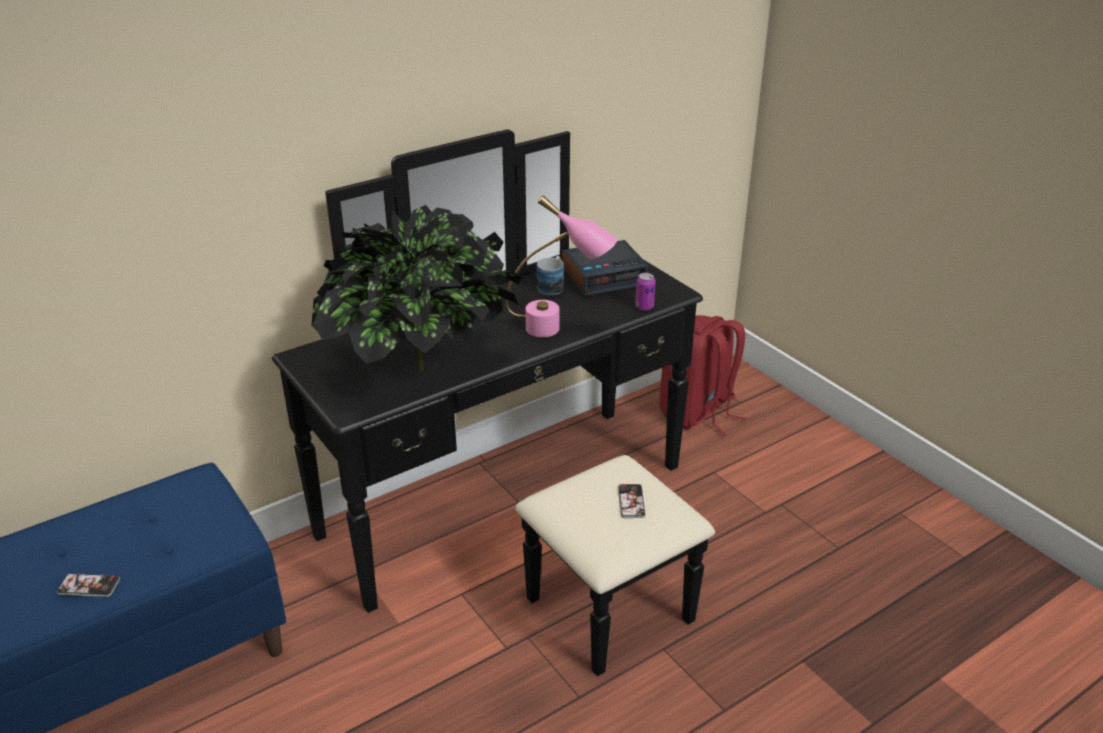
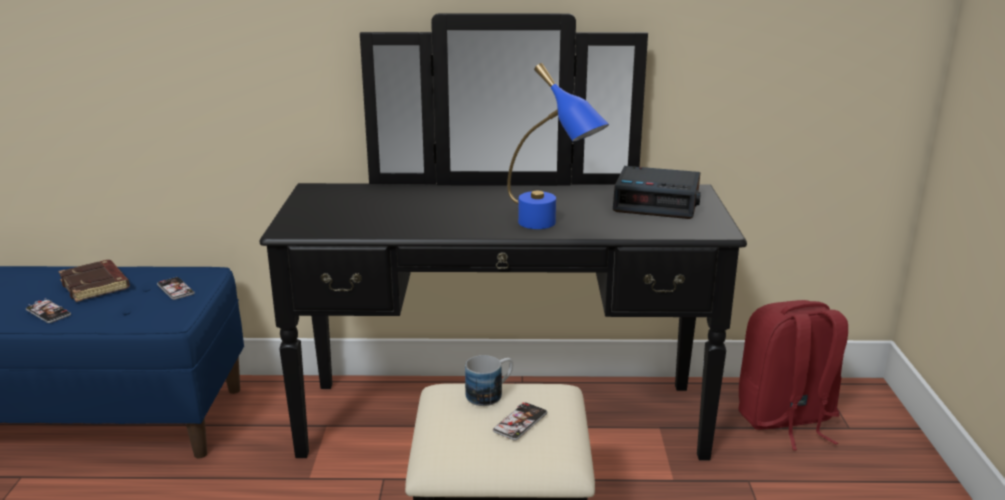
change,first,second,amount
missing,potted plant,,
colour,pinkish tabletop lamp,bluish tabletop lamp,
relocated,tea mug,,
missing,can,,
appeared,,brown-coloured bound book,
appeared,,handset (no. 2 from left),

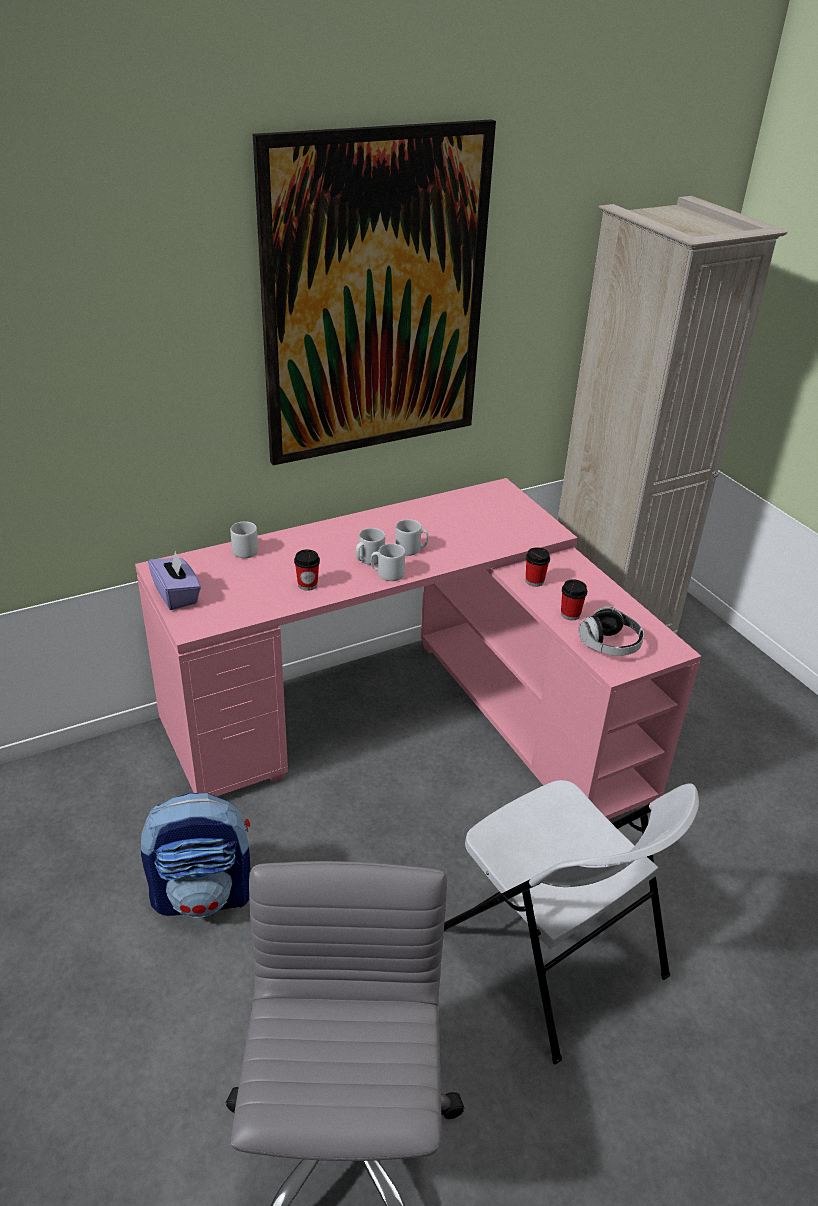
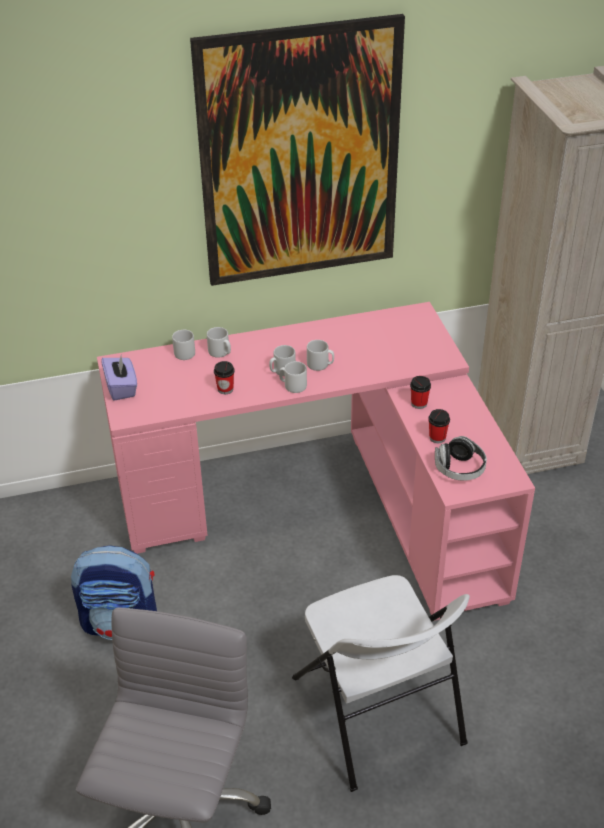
change,first,second,amount
appeared,,gray tea mug (no. 2 from left),

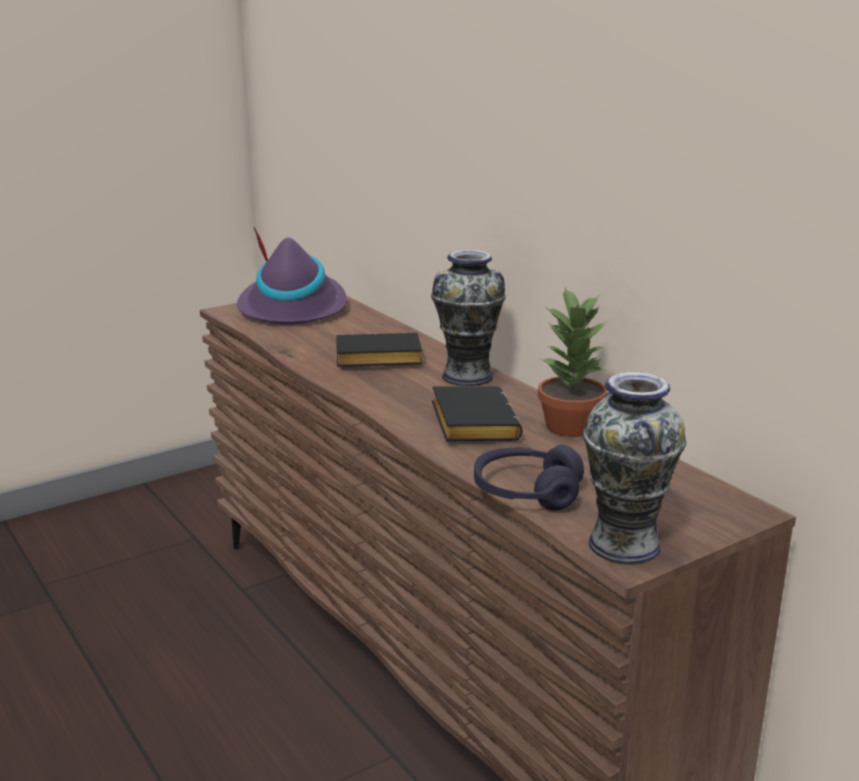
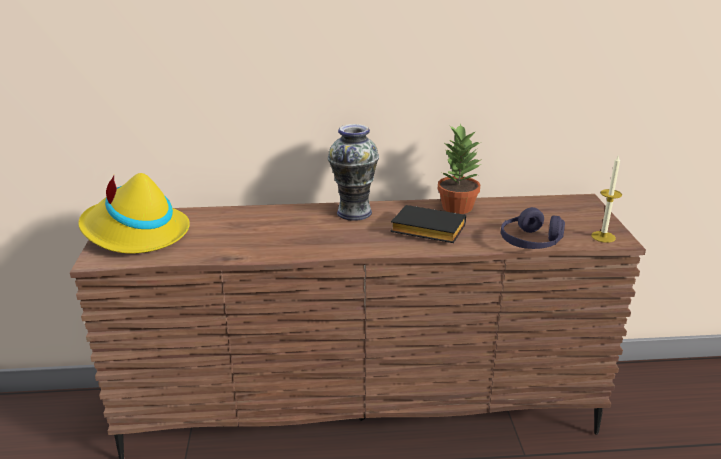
change,first,second,amount
colour,purple-coloured clothing hat,yellowish clothing hat,
missing,black bound book (no. 1 from left),,
exchanged,flower vase (no. 2 from left),wax candle,

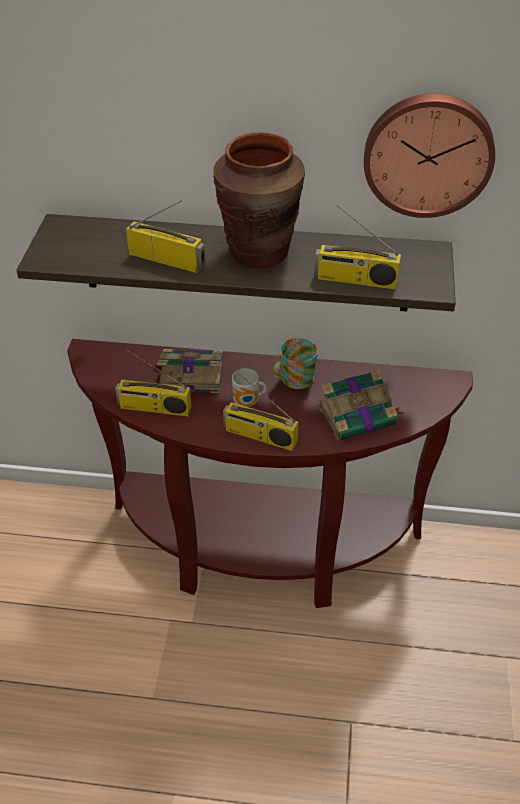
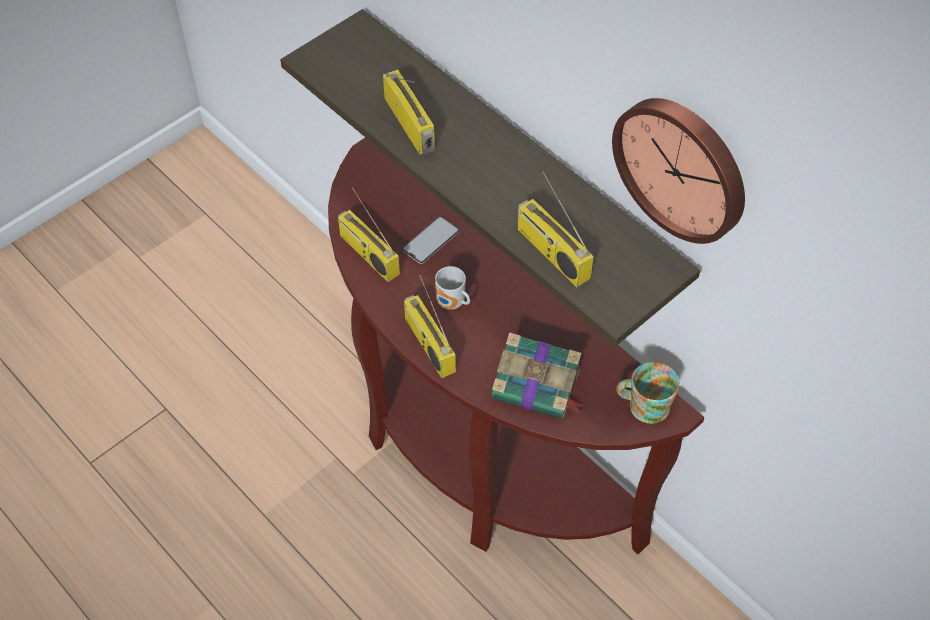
change,first,second,amount
exchanged,bound book (no. 1 from left),handset,
missing,brown-coloured flower vase,,
relocated,tea mug (no. 2 from left),,

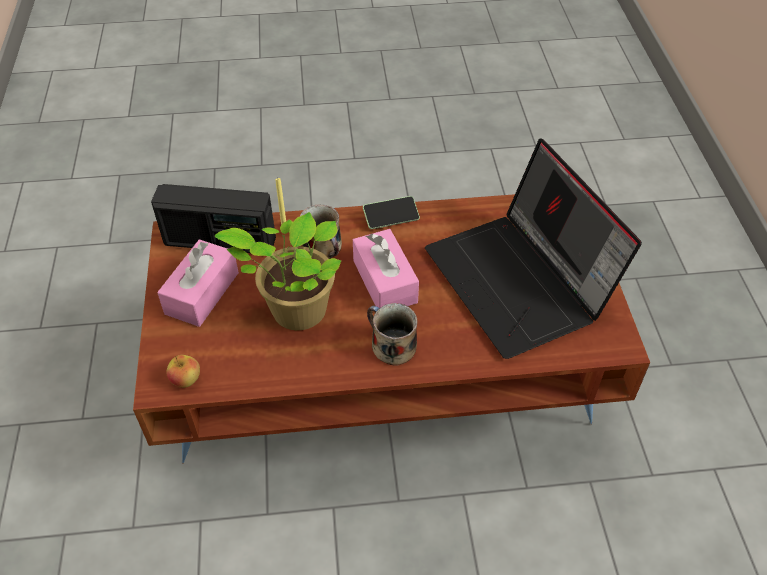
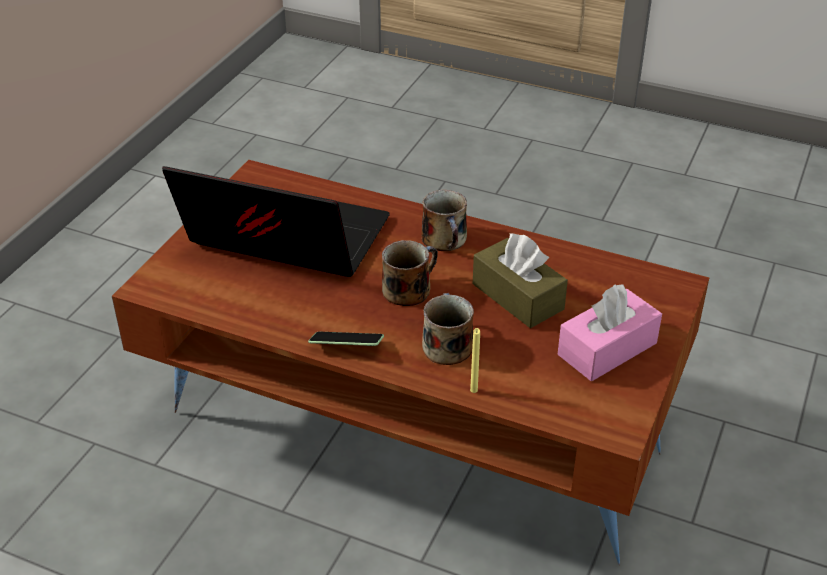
change,first,second,amount
missing,radio,,
missing,whole apple,,
exchanged,potted plant,brown-coloured box of tissues,
exchanged,pinkish box of tissues (no. 2 from left),tea mug (no. 1 from left),
spun,laptop,,75 degrees counterclockwise

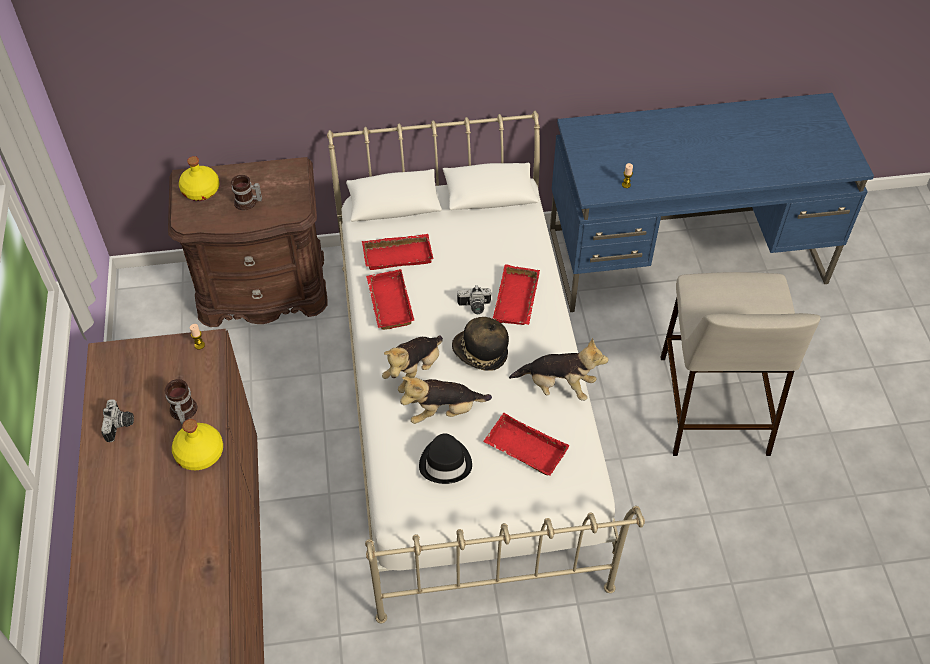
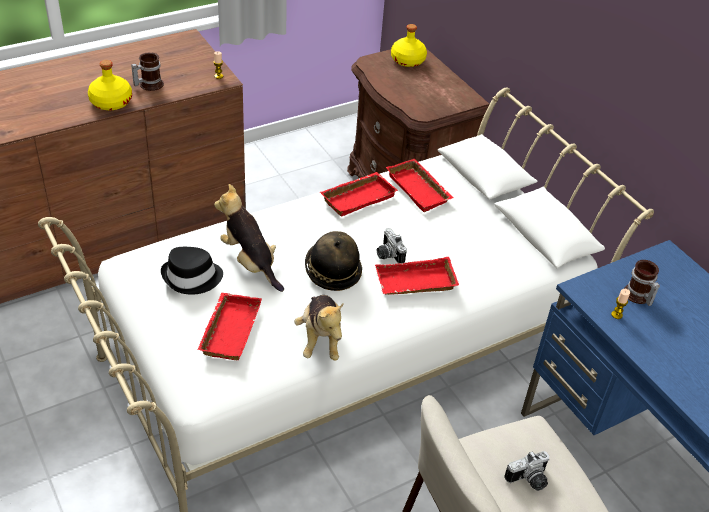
change,first,second,amount
relocated,still camera (no. 1 from left in the first image),still camera (no. 2 from left),
relocated,tea mug (no. 2 from left),,
missing,plush toy (no. 1 from left),,

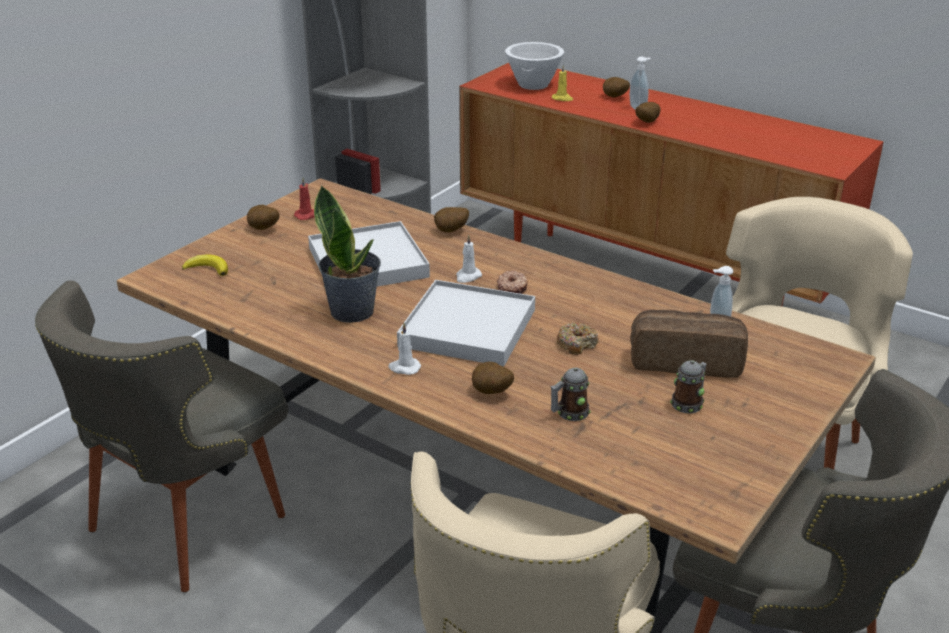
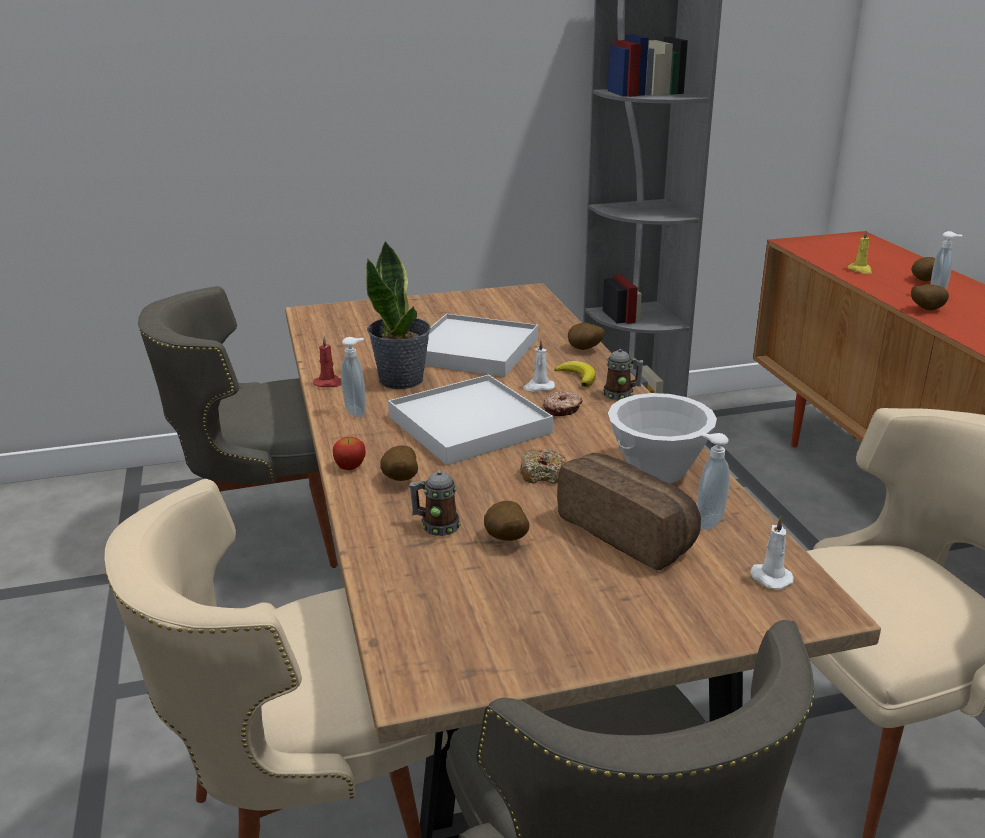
change,first,second,amount
relocated,banana fruit,,
relocated,spud (no. 1 from left in the first image),spud (no. 2 from left),
relocated,red-coloured wax candle,,
relocated,white wax candle (no. 1 from left in the first image),white wax candle (no. 2 from left),
relocated,white deep dish,,
relocated,tea mug (no. 2 from left),,
appeared,,whole apple,
appeared,,soap dispenser (no. 1 from left),

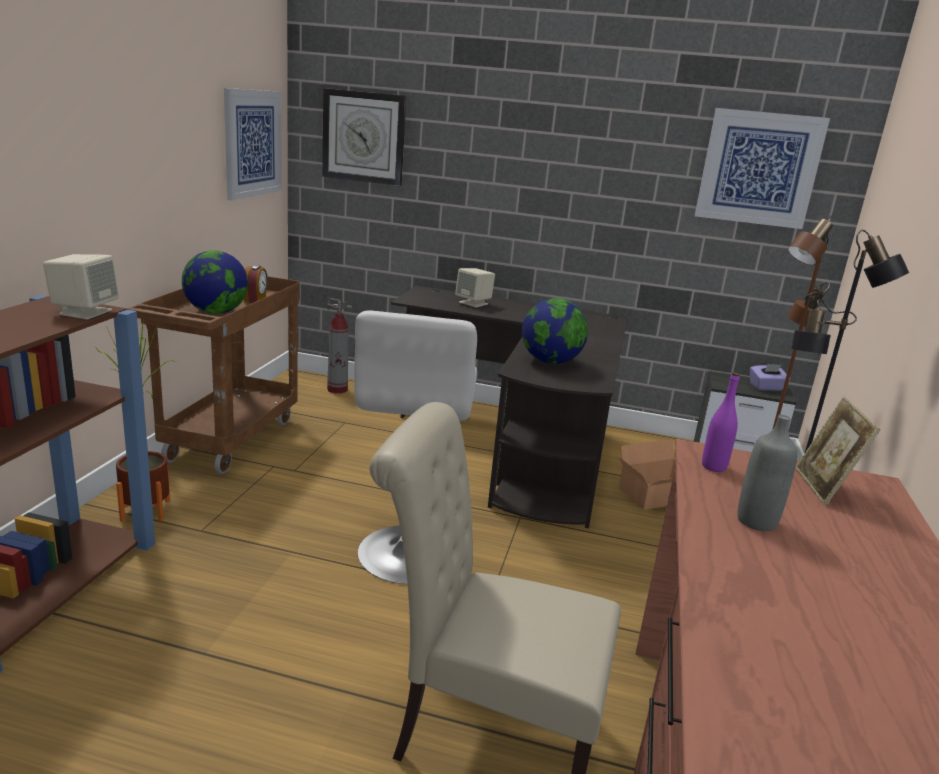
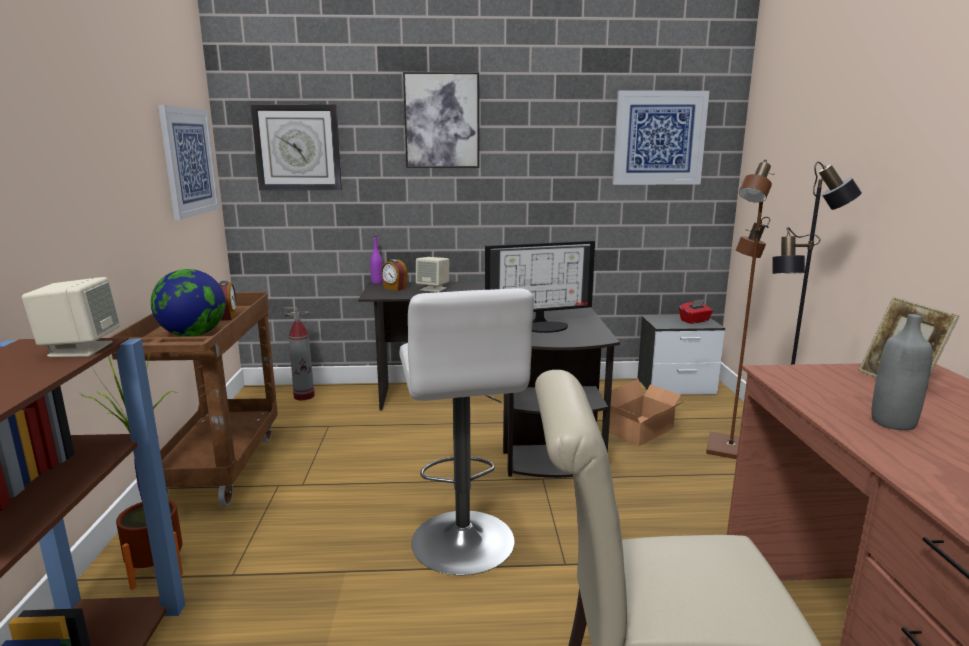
change,first,second,amount
exchanged,globe (no. 2 from left),computer screen,
relocated,purple-coloured drink bottle,,
colour,purple-coloured box of tissues,red-coloured box of tissues,
appeared,,bedside clock (no. 2 from left),
appeared,,wall art (no. 2 from left),

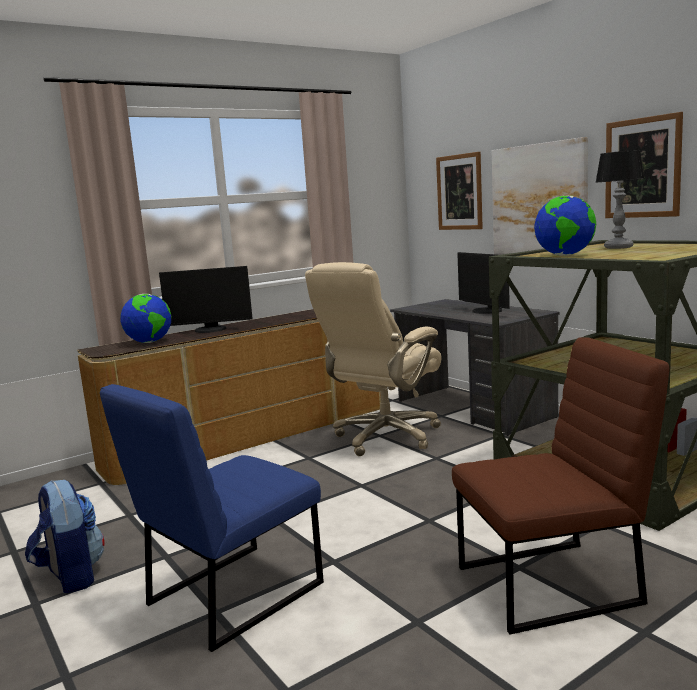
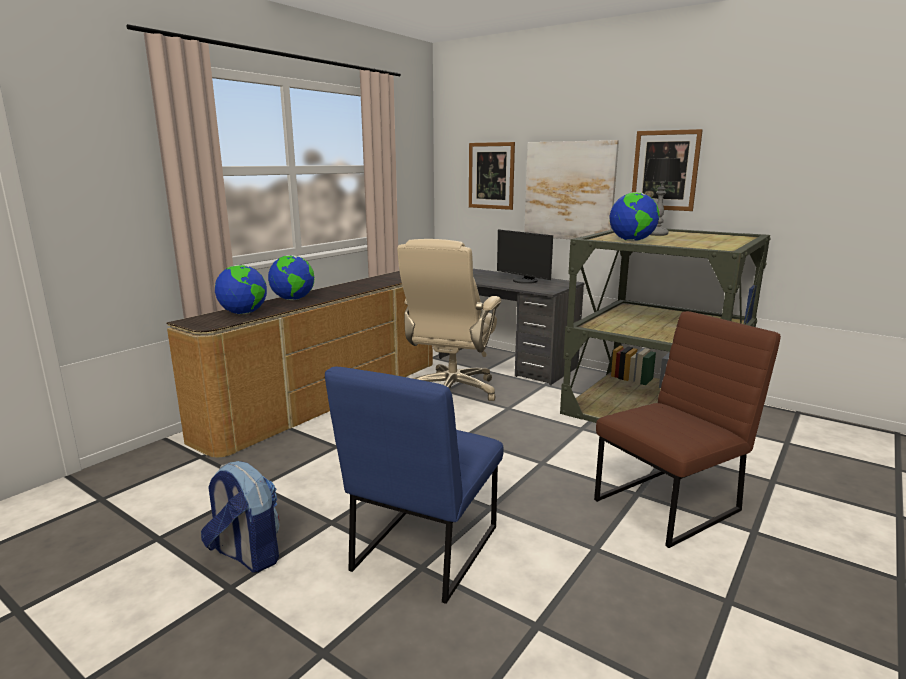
change,first,second,amount
exchanged,computer screen (no. 1 from left),globe (no. 2 from left),

